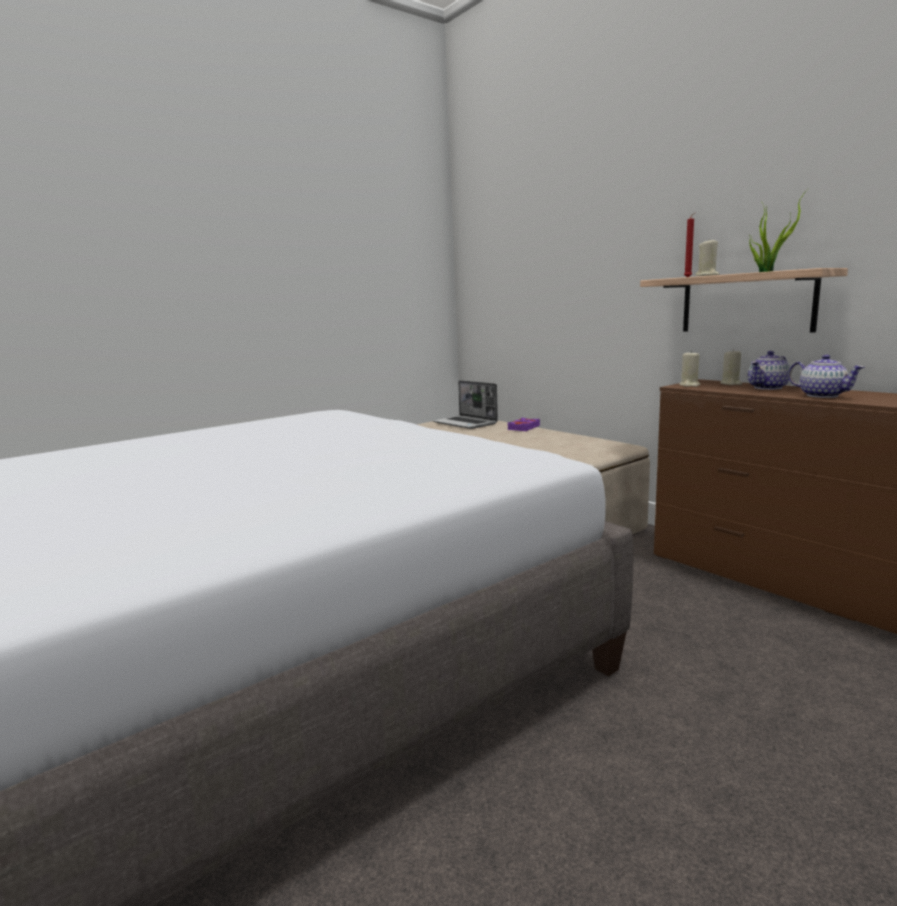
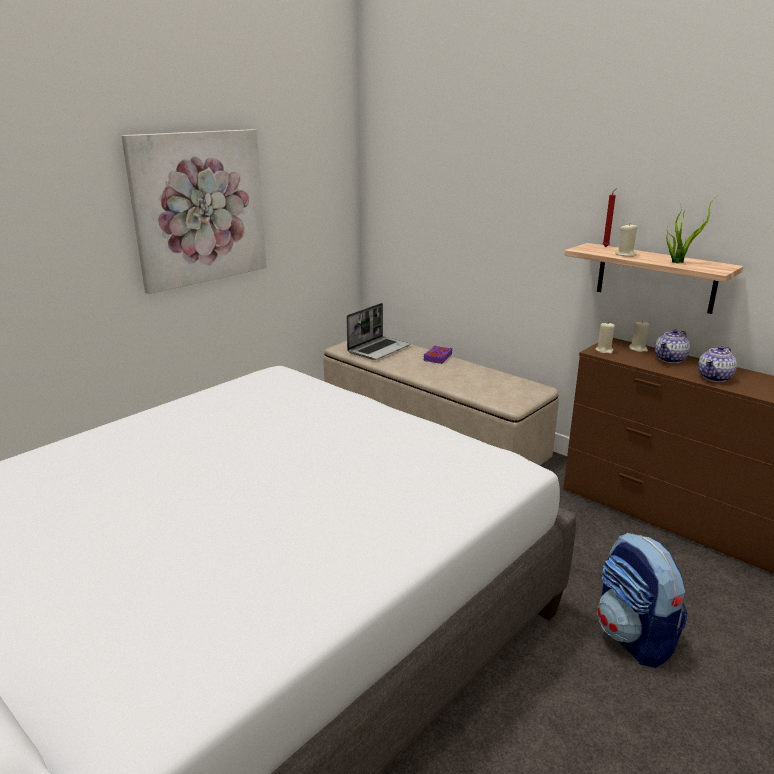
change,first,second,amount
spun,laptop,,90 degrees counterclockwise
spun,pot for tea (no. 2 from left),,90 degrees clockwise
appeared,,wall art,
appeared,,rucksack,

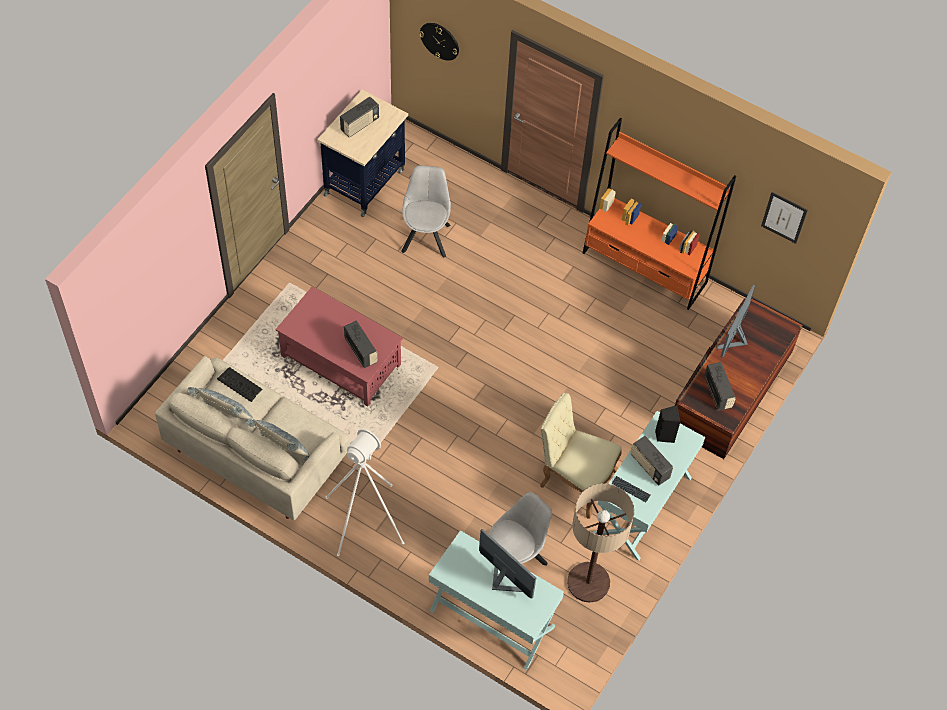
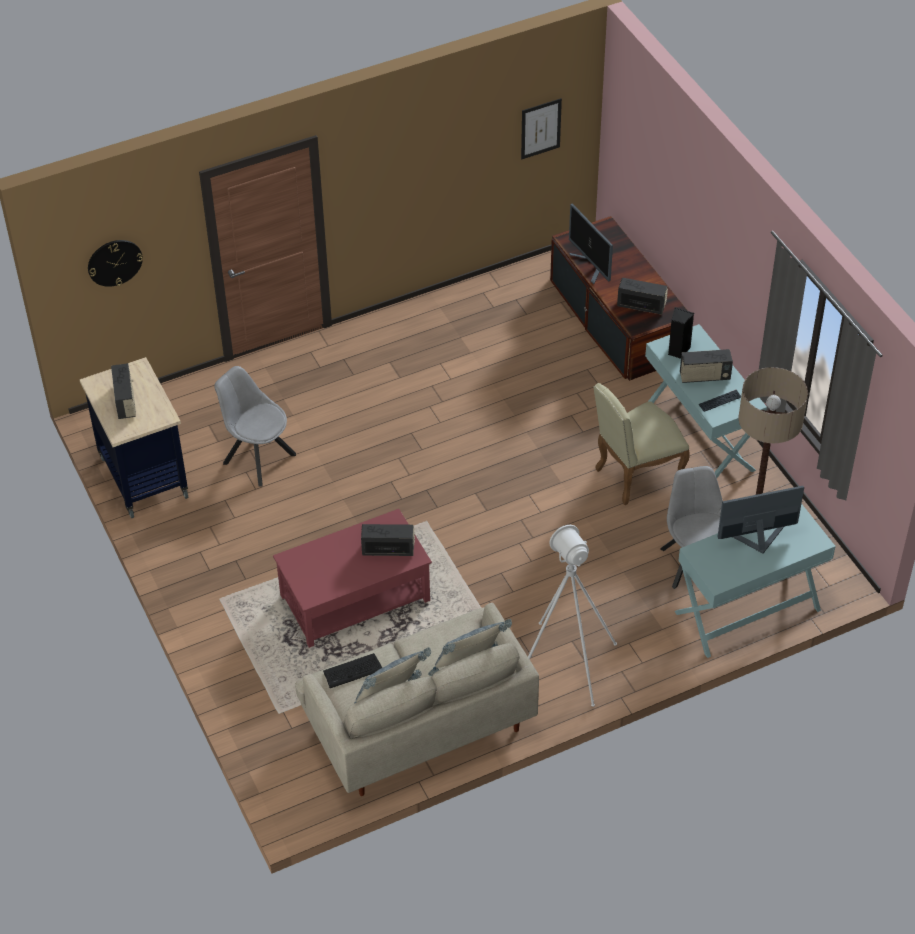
change,first,second,amount
missing,orange-coloured shelving unit,,

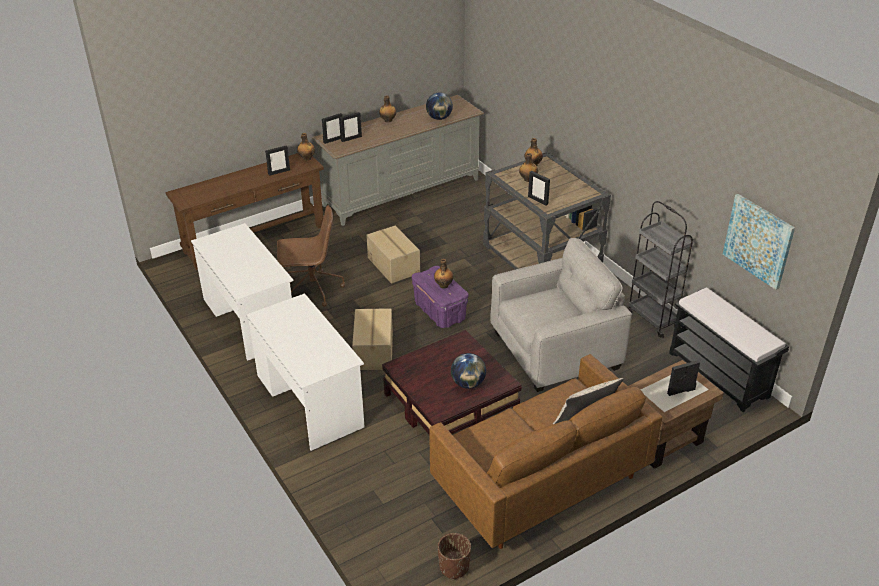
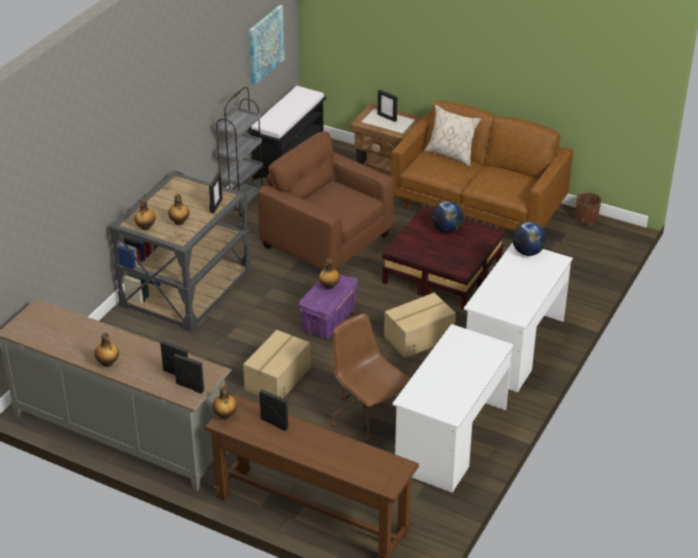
change,first,second,amount
relocated,globe (no. 1 from left in the first image),globe (no. 2 from left),
colour,gray armchair,brown-coloured armchair,

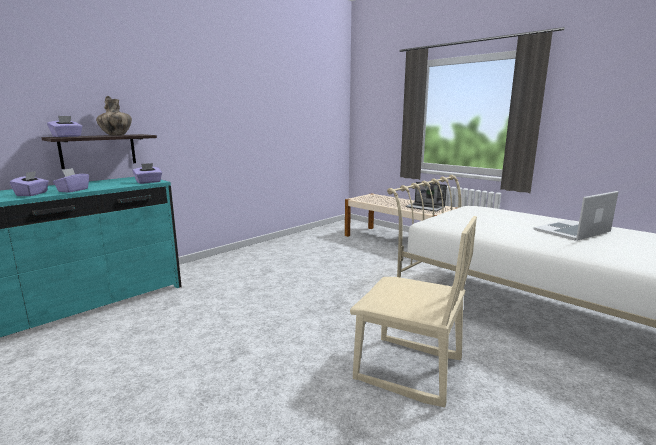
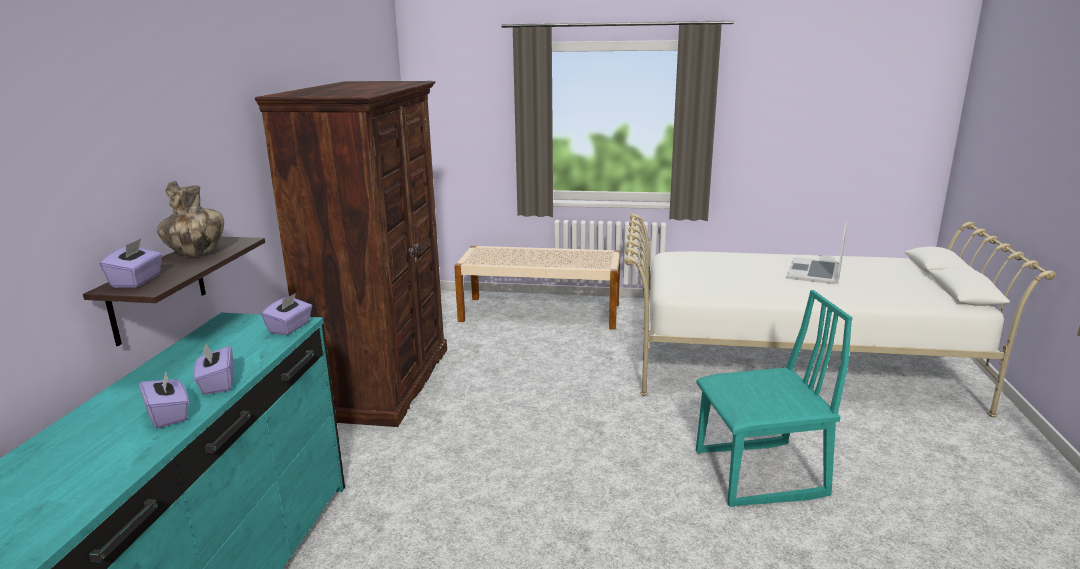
change,first,second,amount
colour,beige chair,blue-green chair,
missing,laptop (no. 1 from left),,
appeared,,brown-coloured clothes cupboard,

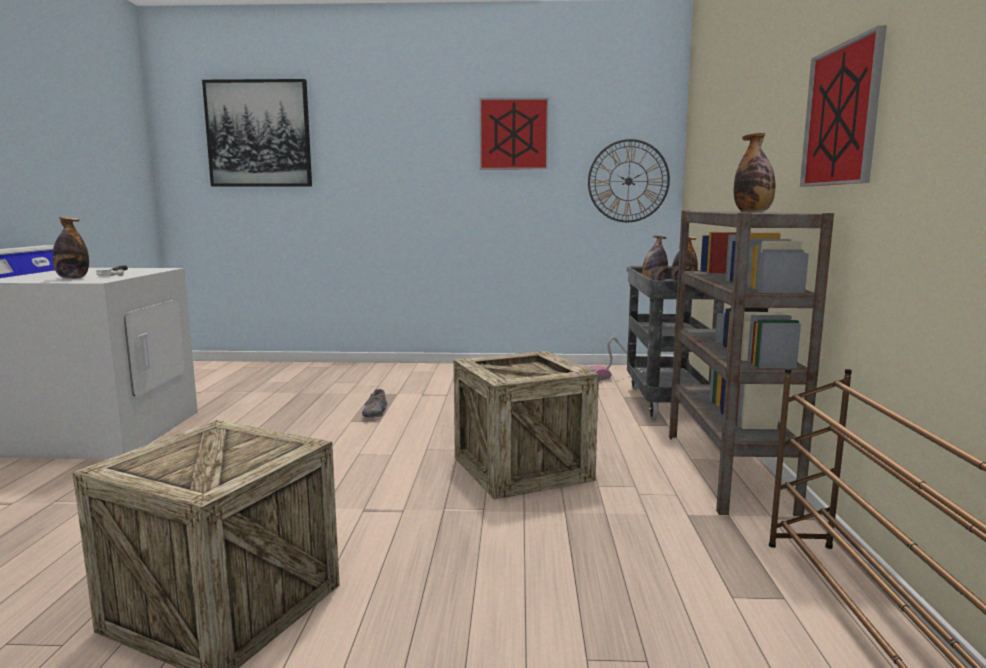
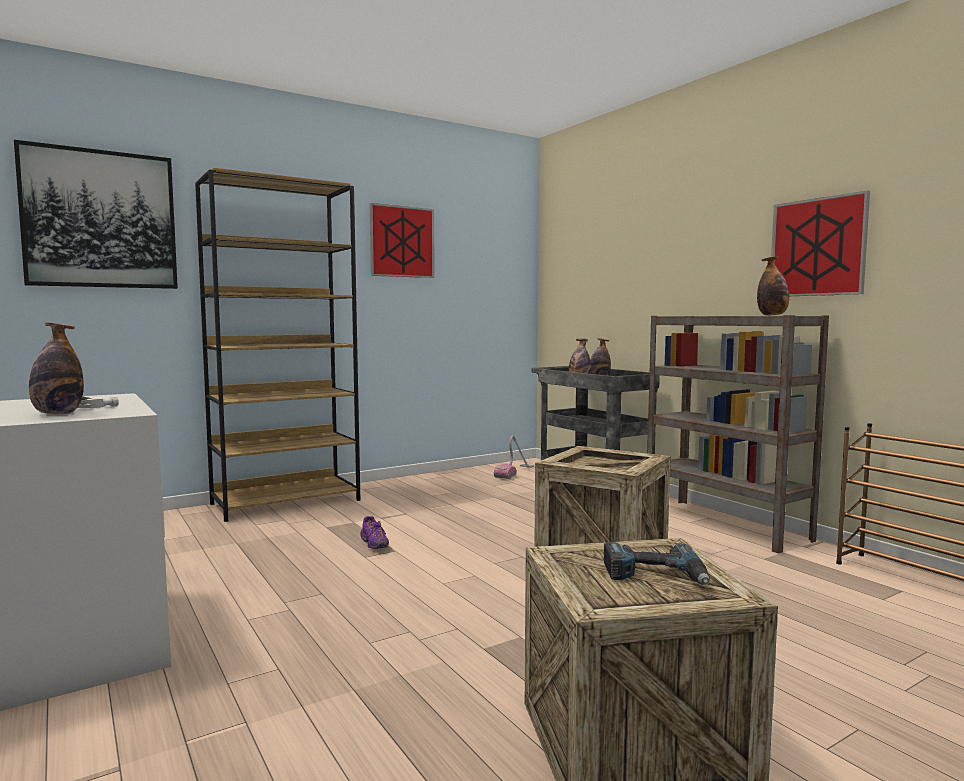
change,first,second,amount
colour,gray shoe,purple-coloured shoe,
missing,clock on the wall,,
appeared,,brown-coloured shelving unit,
appeared,,power drill,

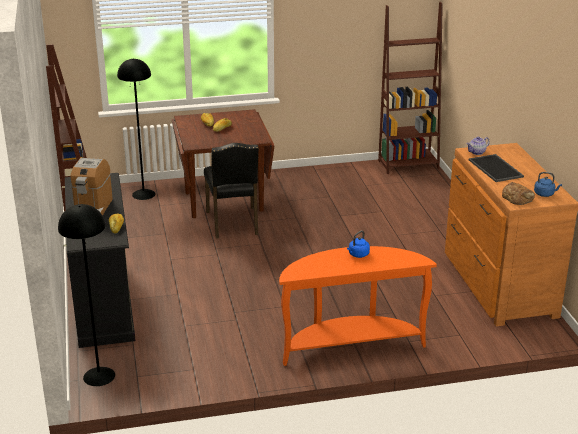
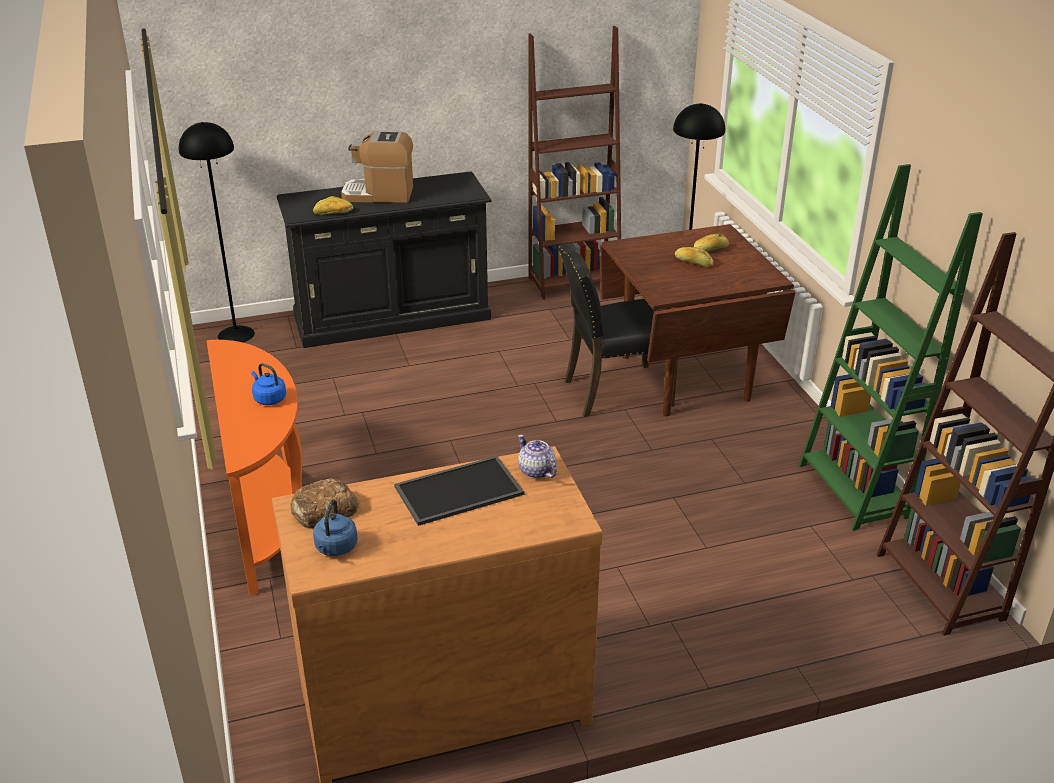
change,first,second,amount
appeared,,green-coloured shelving unit,

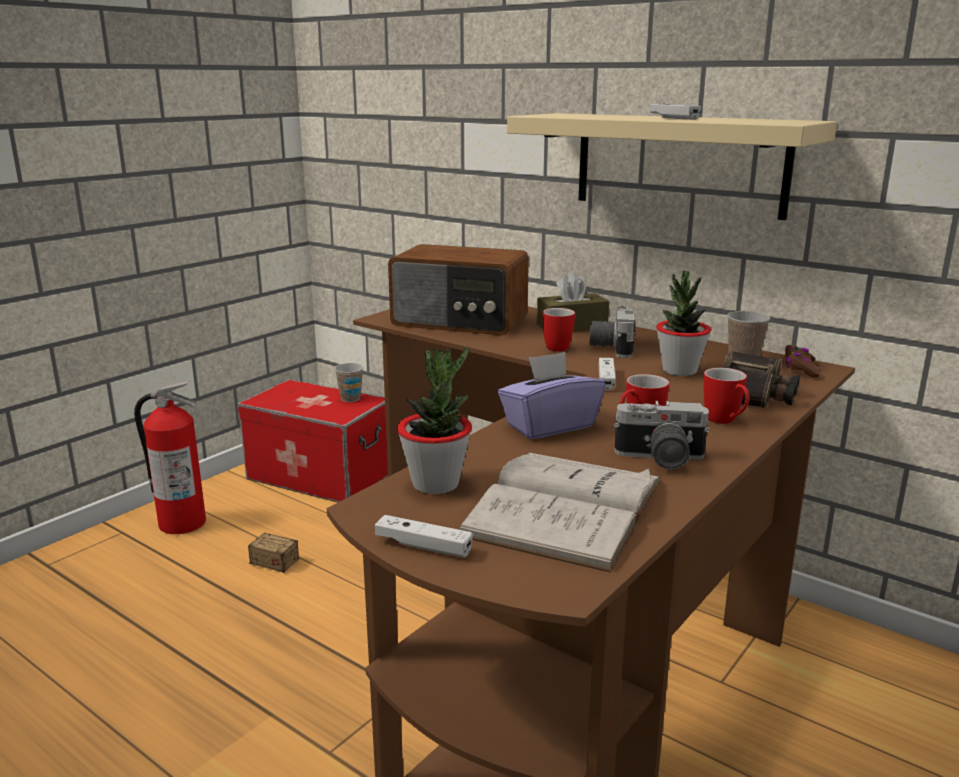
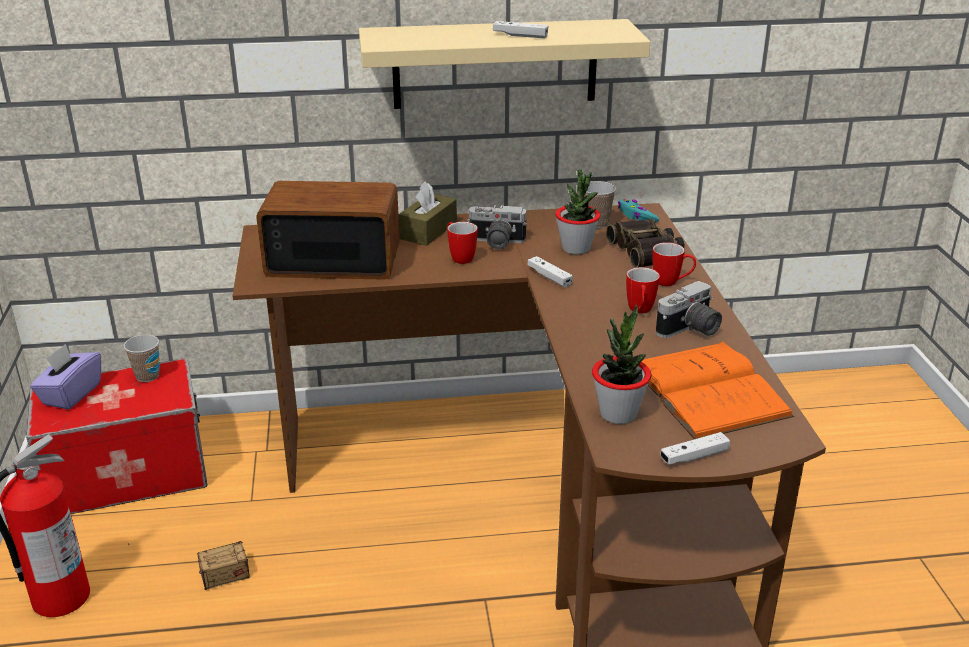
change,first,second,amount
spun,radio,,150 degrees counterclockwise
colour,white bound book,orange-coloured bound book,
relocated,purple-coloured box of tissues,,
spun,still camera (no. 1 from left),,45 degrees counterclockwise
colour,brown-coloured joypad,blue-green joypad,

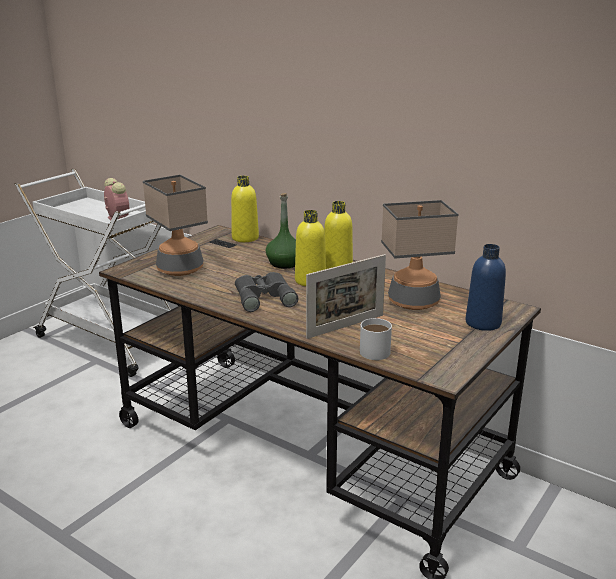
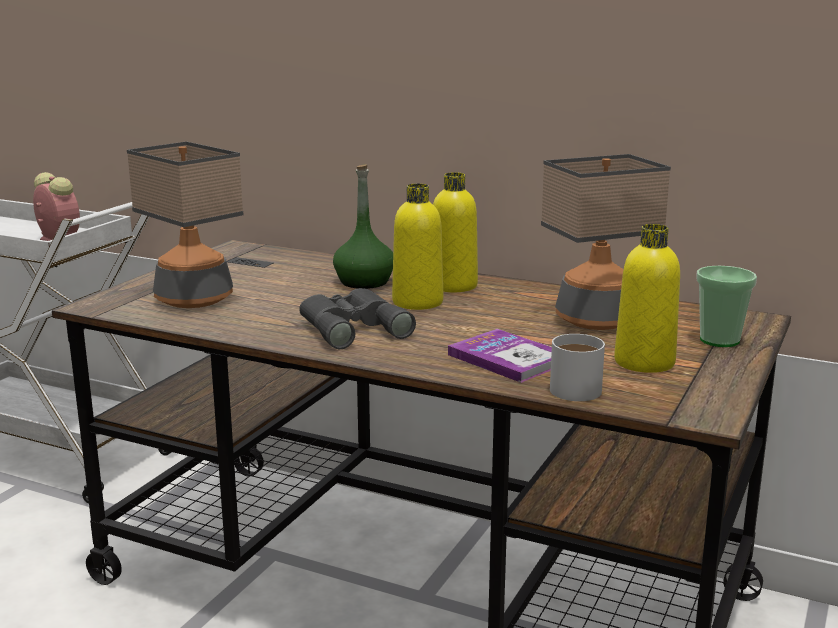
change,first,second,amount
relocated,yellowish drink bottle (no. 1 from left in the first image),yellowish drink bottle (no. 3 from left),
exchanged,photo frame,bound book,
exchanged,bluish drink bottle,cup,

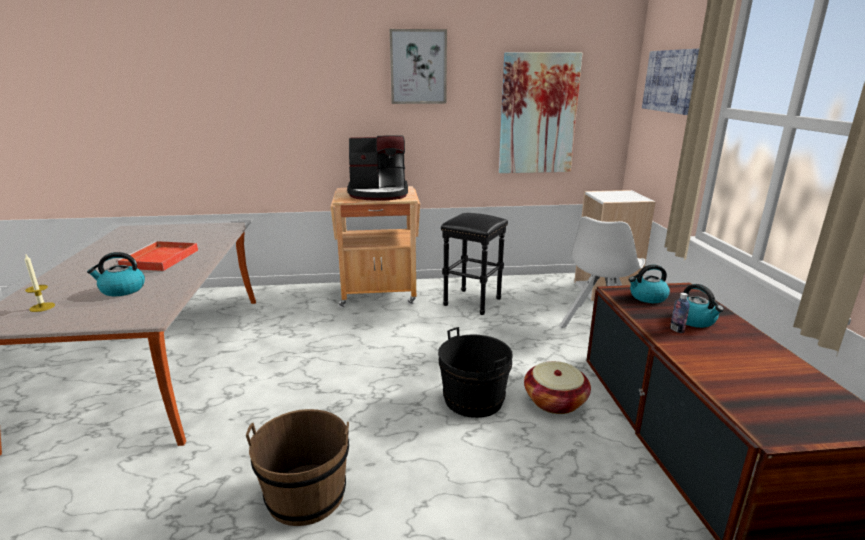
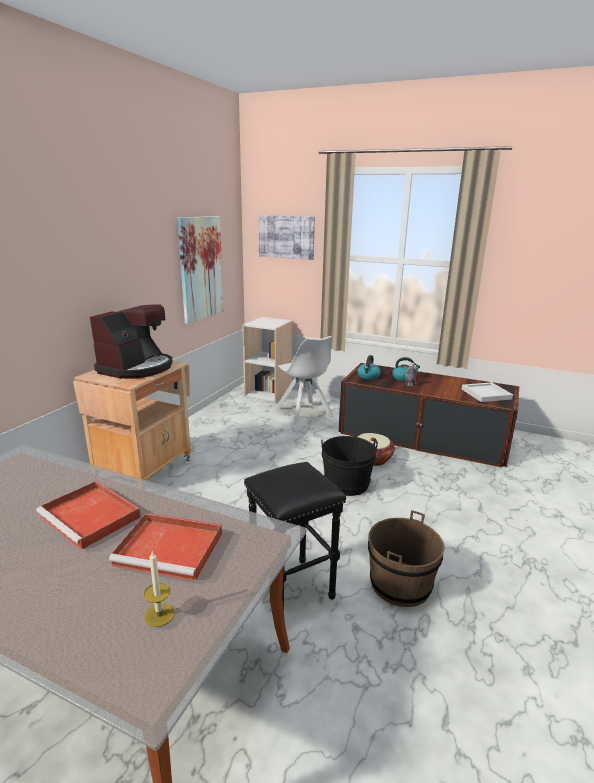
change,first,second,amount
exchanged,tea kettle (no. 1 from left),red-coloured tray (no. 2 from left),
missing,wall art (no. 1 from left),,
relocated,black stool seat,,
appeared,,white tray,

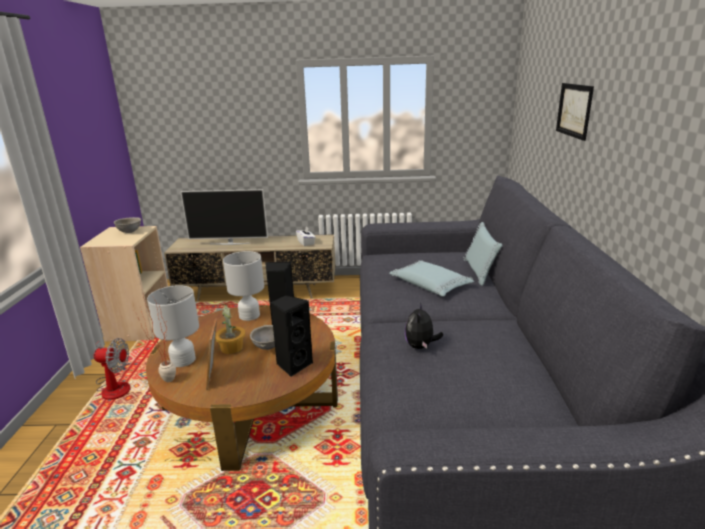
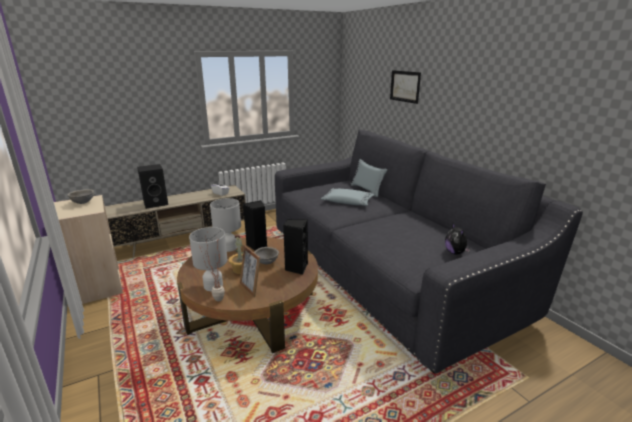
change,first,second,amount
missing,electric fan,,
exchanged,television,black speaker (no. 1 from left),
relocated,plush toy,,

